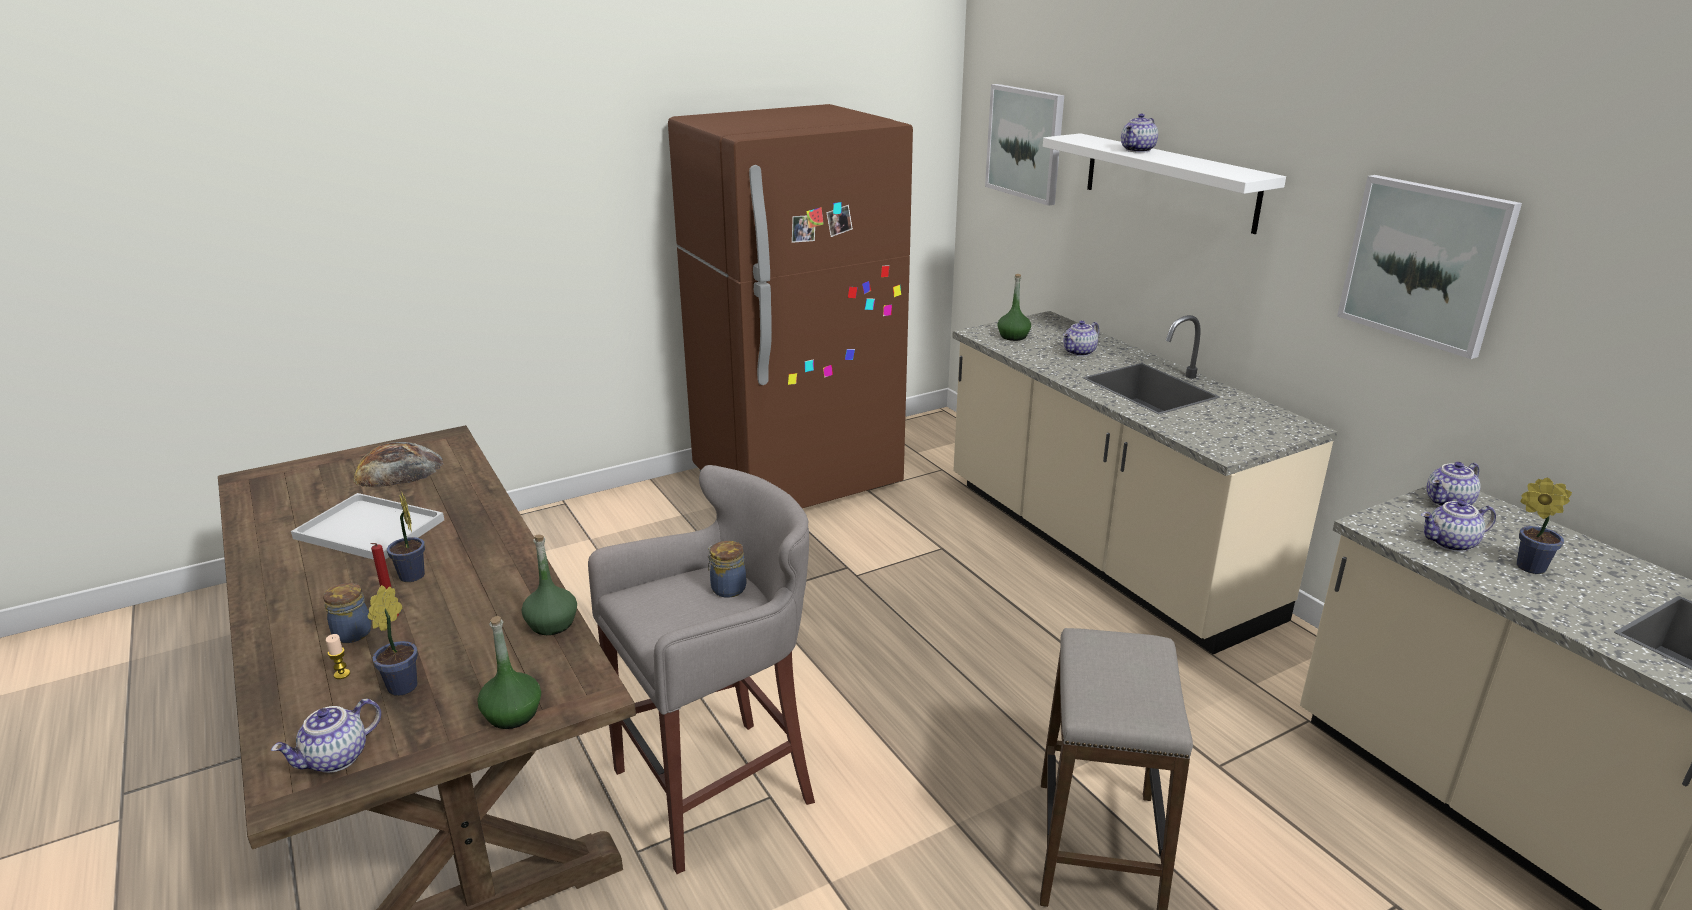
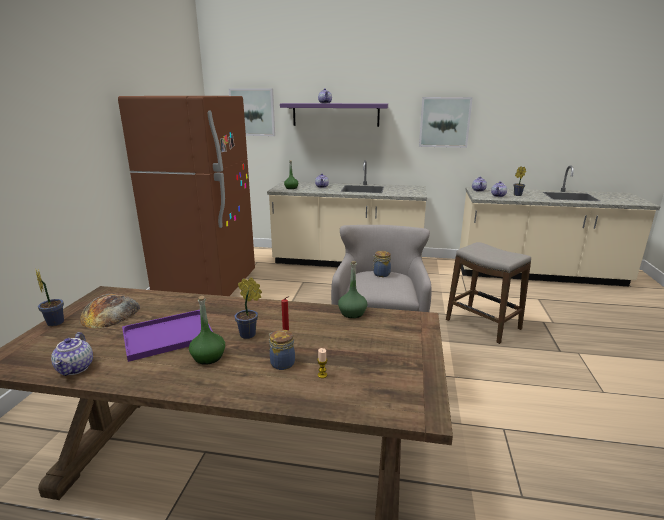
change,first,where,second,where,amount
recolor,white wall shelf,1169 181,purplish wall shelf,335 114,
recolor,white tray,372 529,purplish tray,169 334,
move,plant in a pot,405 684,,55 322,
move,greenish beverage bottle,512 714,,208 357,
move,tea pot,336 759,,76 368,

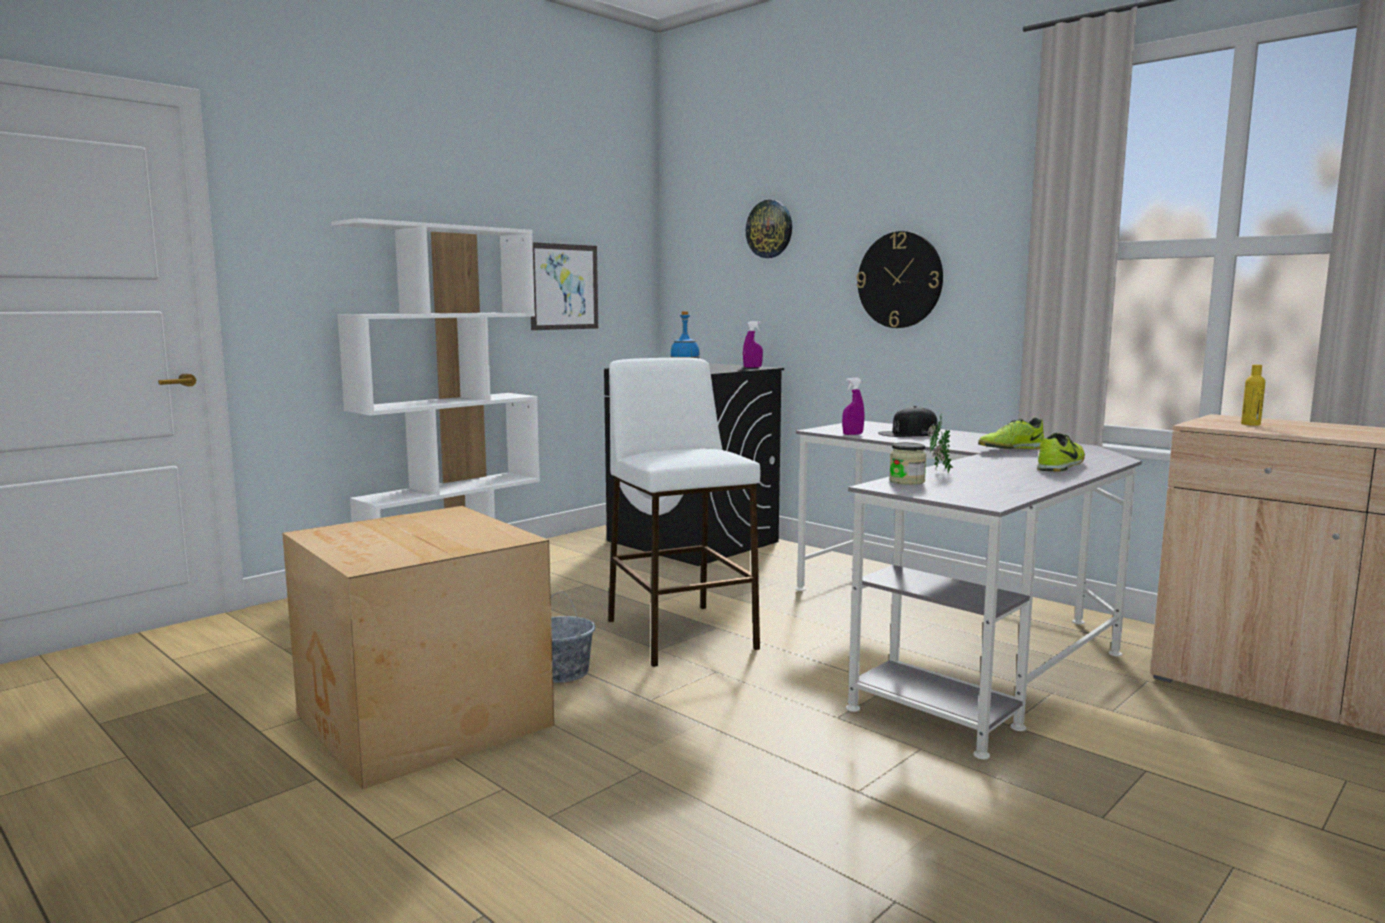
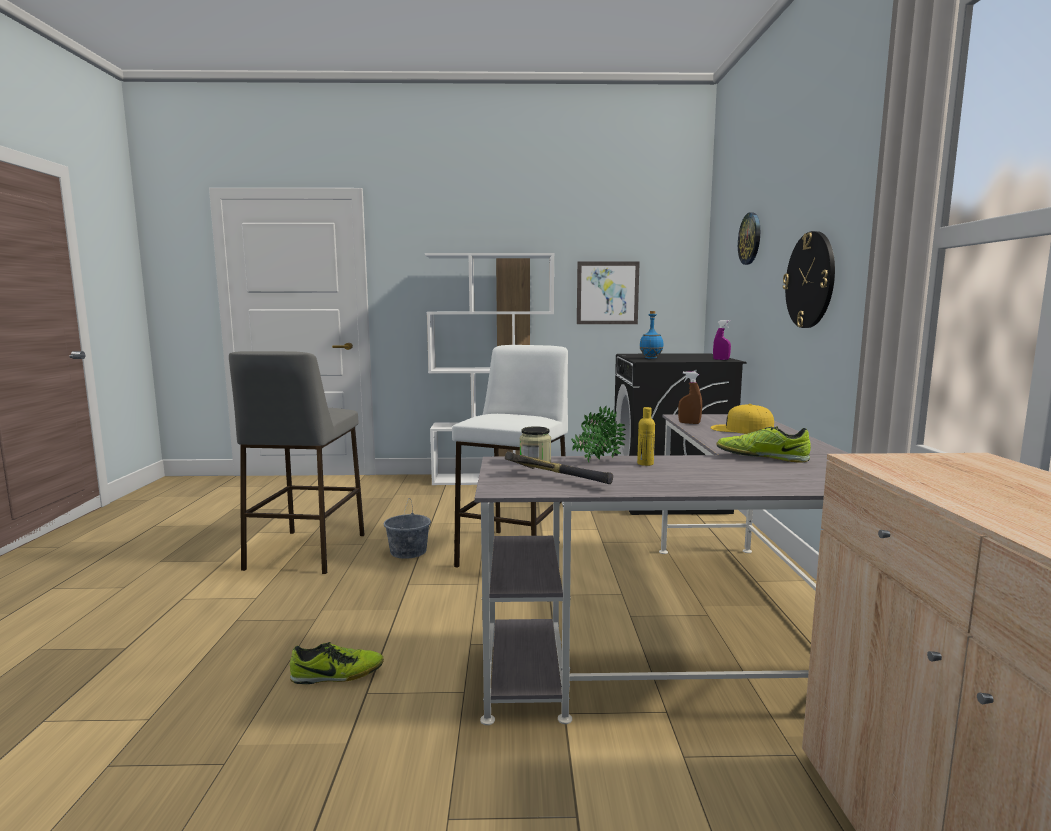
change,first,where,second,where,amount
move,yellow beverage bottle,1250 424,,645 463,
recolor,purplish hand sprayer,852 434,brown hand sprayer,689 423,
recolor,blackish baseball cap,908 433,yellow baseball cap,741 429,
move,item of footwear,1061 465,,337 675,
replace,carton,421 721,gray stool,306 551,
insert,,,hammer,558 478,

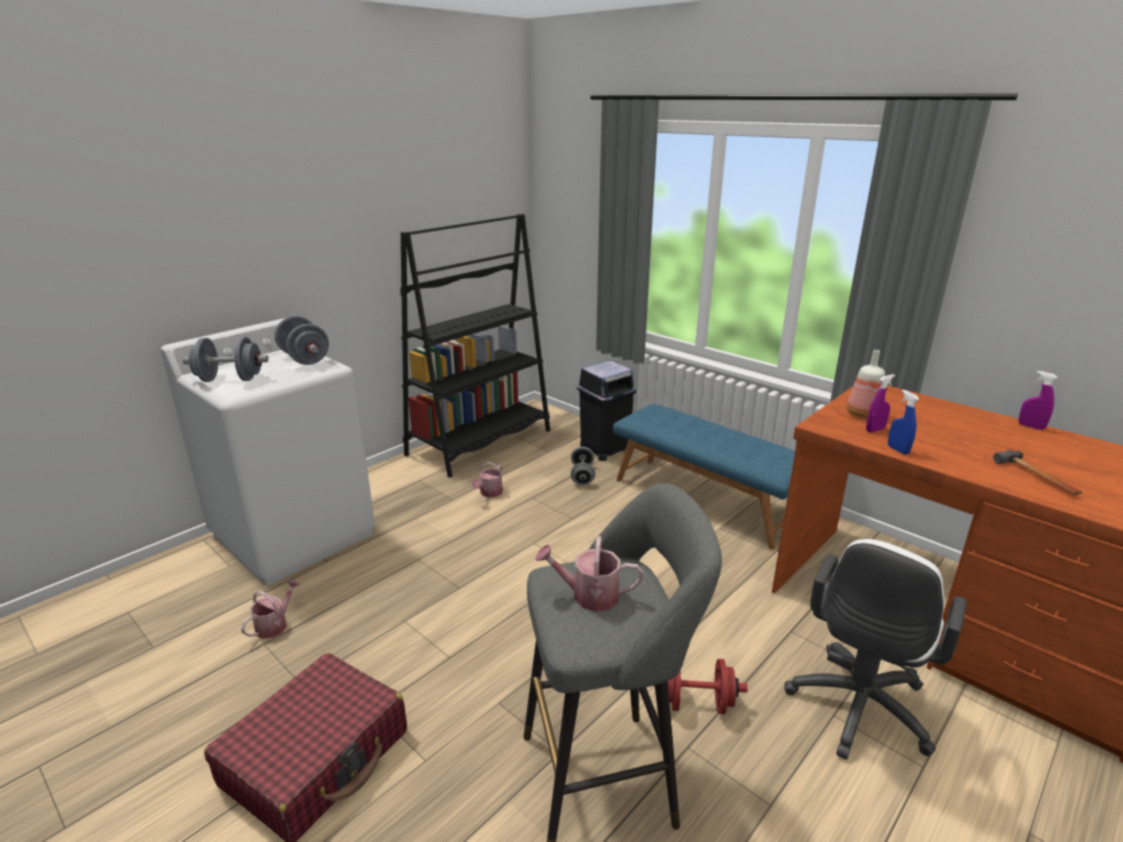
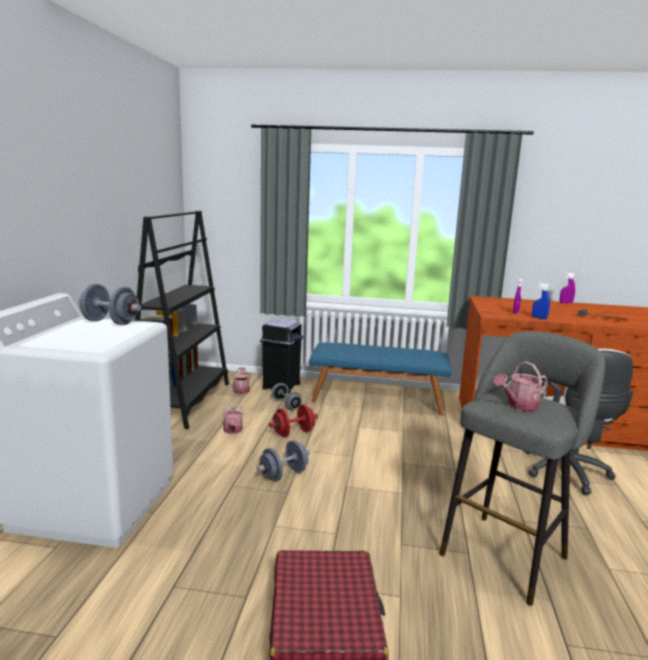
change,first,where,second,where,amount
move,gray free weight,230 379,,283 475,
delete,beverage bottle,862 414,,,
move,watering pot,275 624,,241 390,
move,reddish free weight,696 703,,293 433,

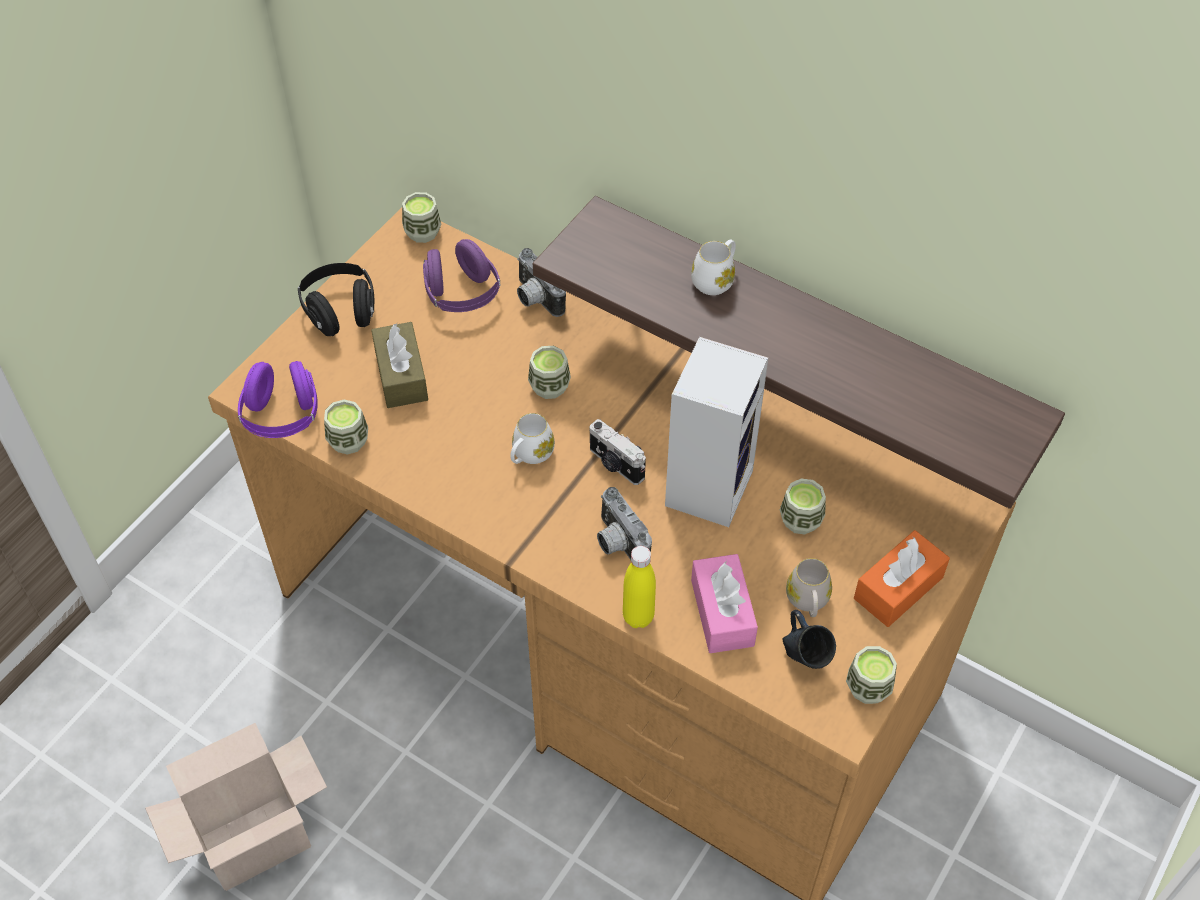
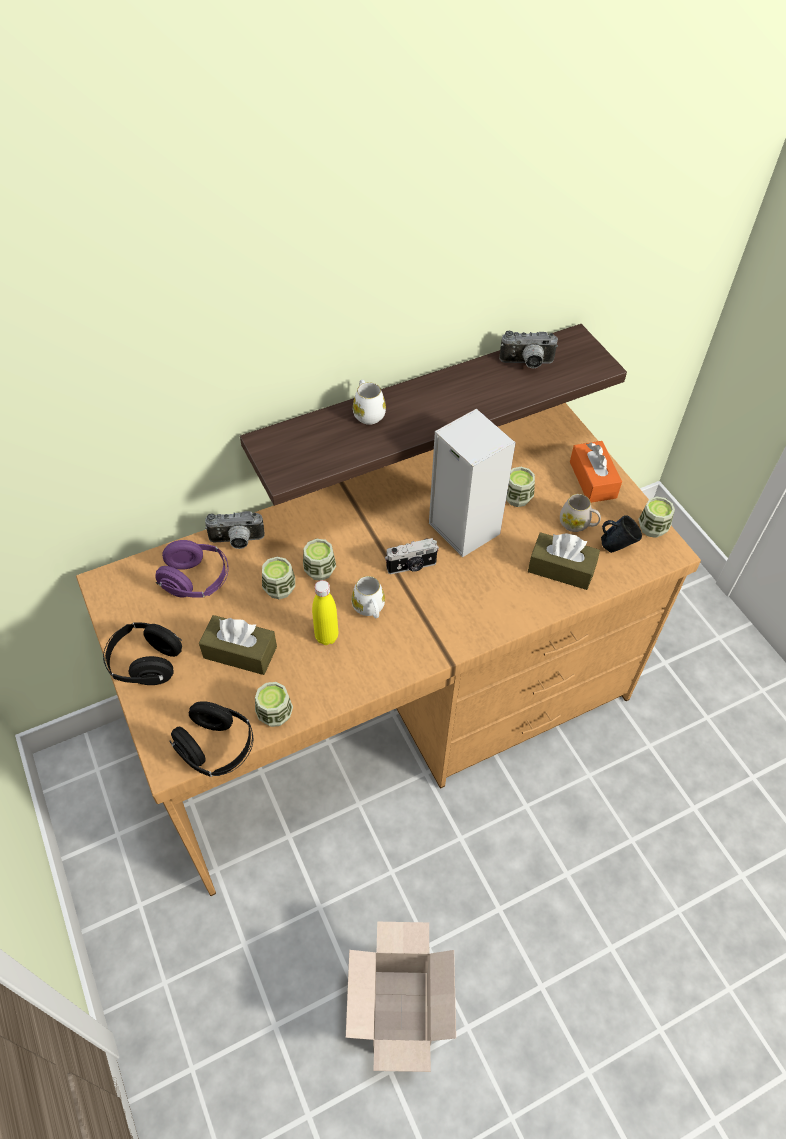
change,first,where,second,where,amount
move,drinking cup,422 232,,279 588,
recolor,purplish headphones,282 416,blackish headphones,217 748,
move,still camera,617 542,,527 364,
move,yellow beverage bottle,638 617,,326 636,
recolor,pink tissue box,722 613,brown tissue box,561 569,

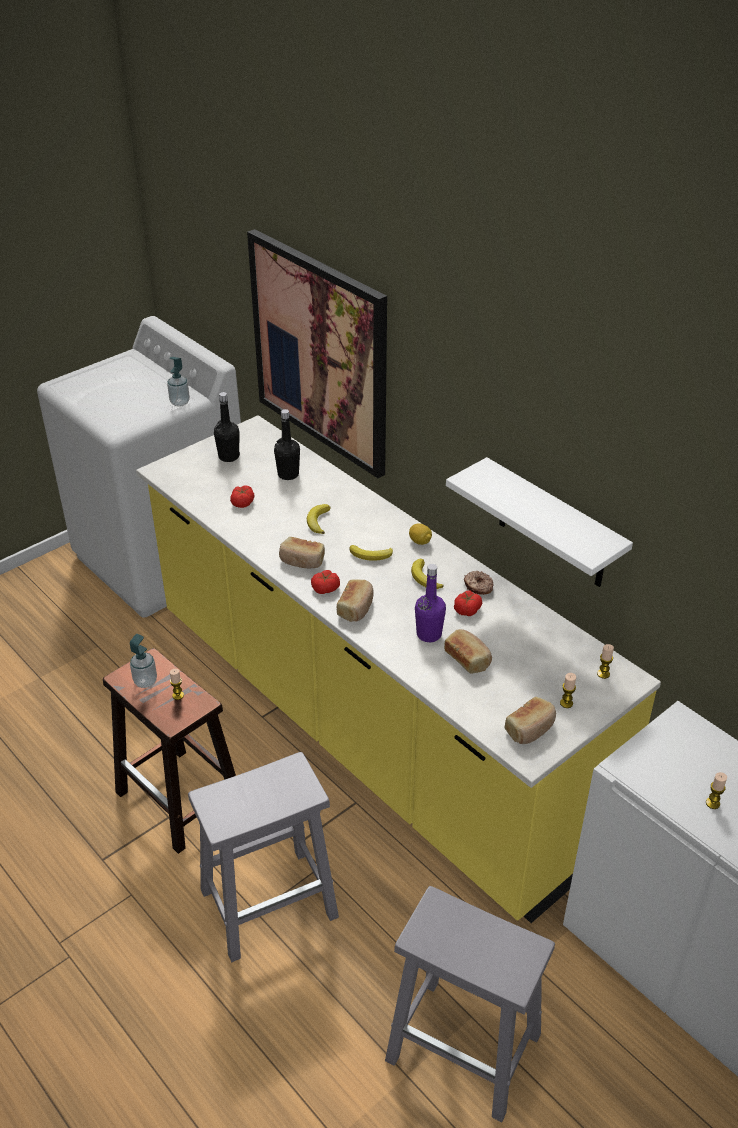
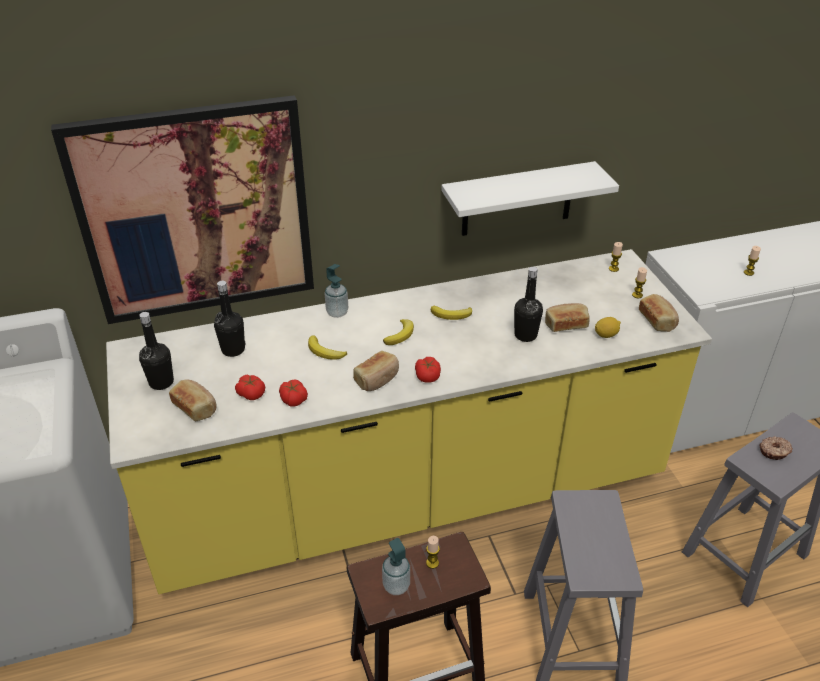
change,first,where,second,where,amount
move,soap bottle,180 402,,337 312,
move,citrus fruit,420 541,,606 335,
recolor,purplish beverage bottle,429 634,blackish beverage bottle,525 335,
move,doughnut,478 587,,774 451,
move,bread,356 608,,195 407,
move,whole tomato,467 609,,293 399,

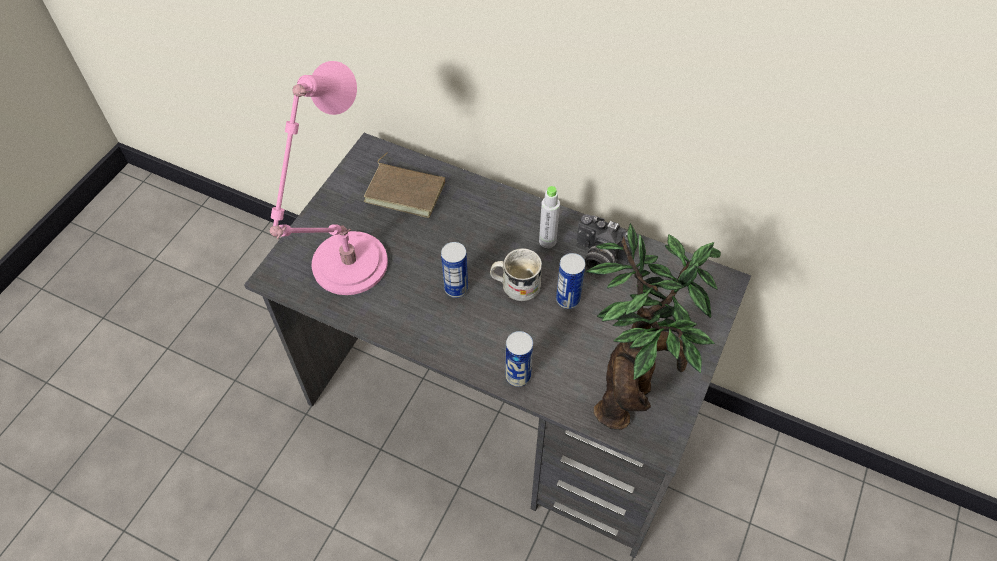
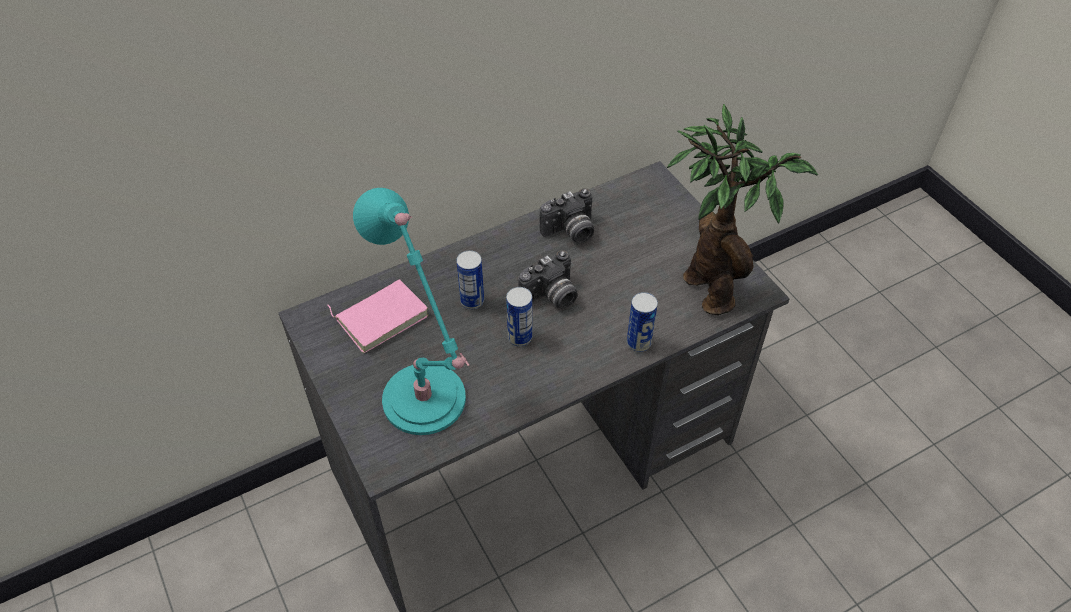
change,first,where,second,where,amount
recolor,pink tabletop lamp,346 268,turquoise tabletop lamp,427 405,
recolor,brown volume,406 191,pink volume,381 316,
delete,gray beverage bottle,547 241,,,
replace,white tea mug,515 285,still camera,551 297,
move,sealed can,567 299,,472 301,

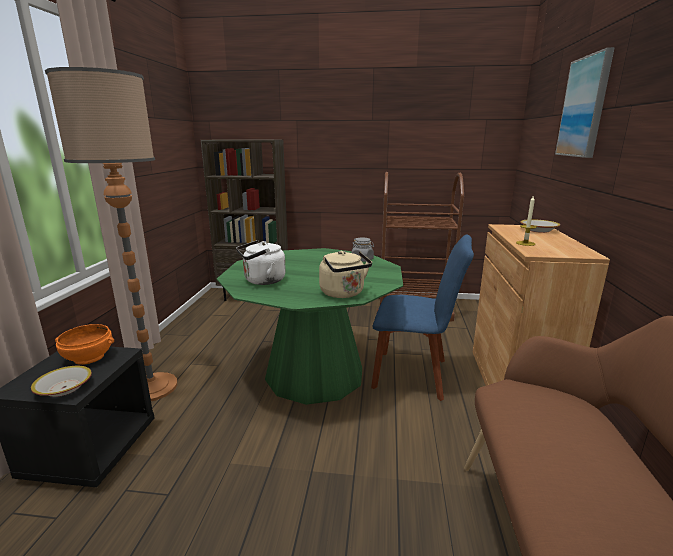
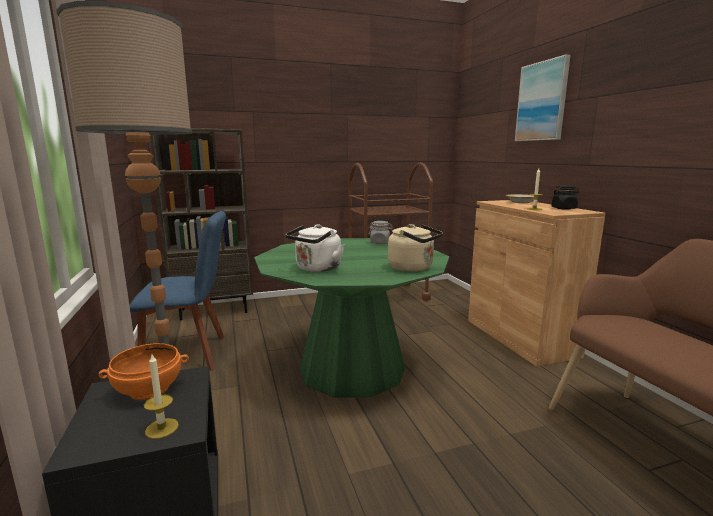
change,first,where,second,where,amount
move,blue-coloured upright chair,415 375,,190 354,
replace,deep dish,64 388,candle,162 428,
insert,,,blackish storage jar,564 208,

